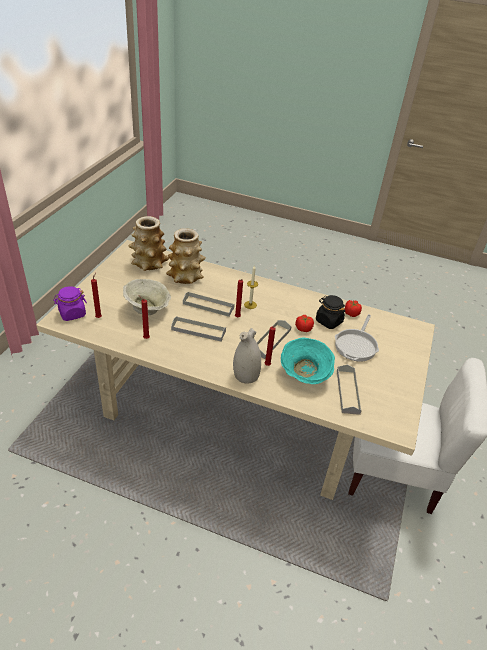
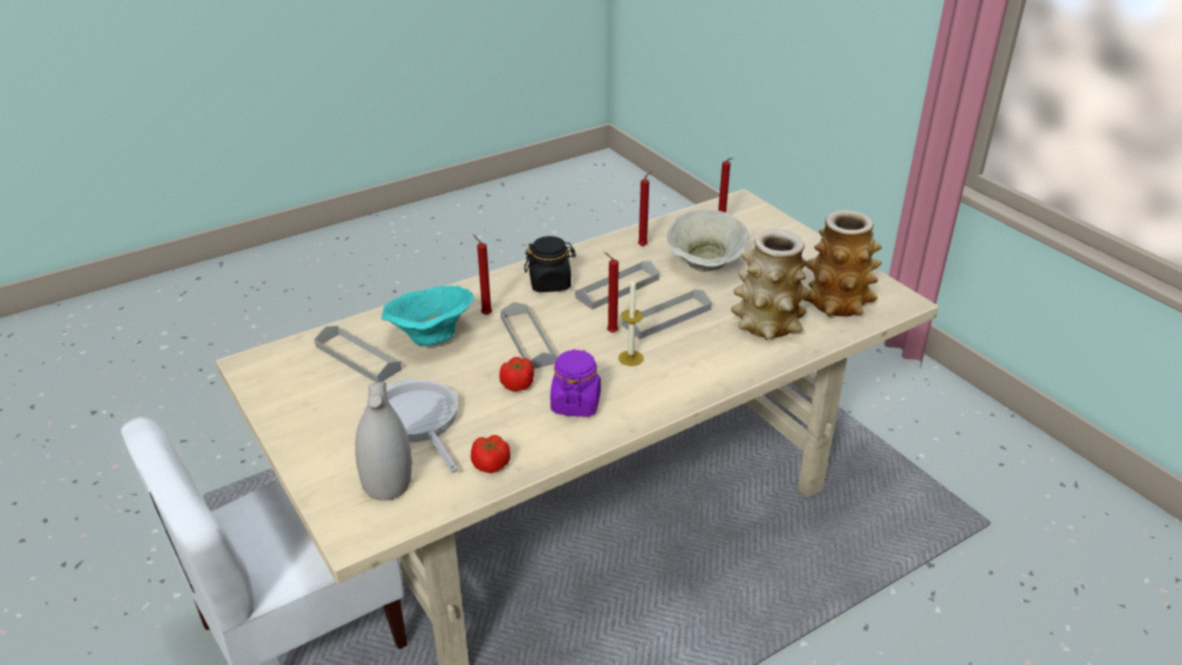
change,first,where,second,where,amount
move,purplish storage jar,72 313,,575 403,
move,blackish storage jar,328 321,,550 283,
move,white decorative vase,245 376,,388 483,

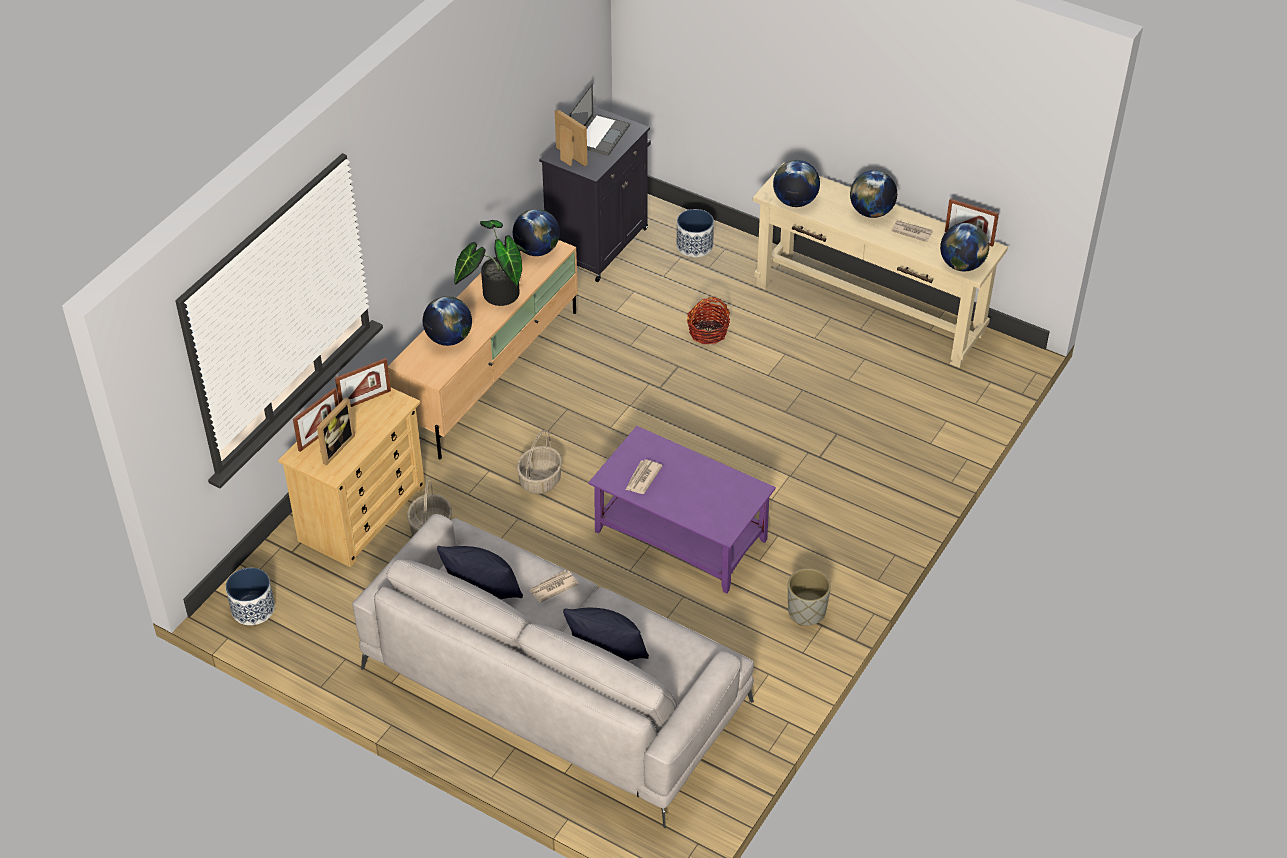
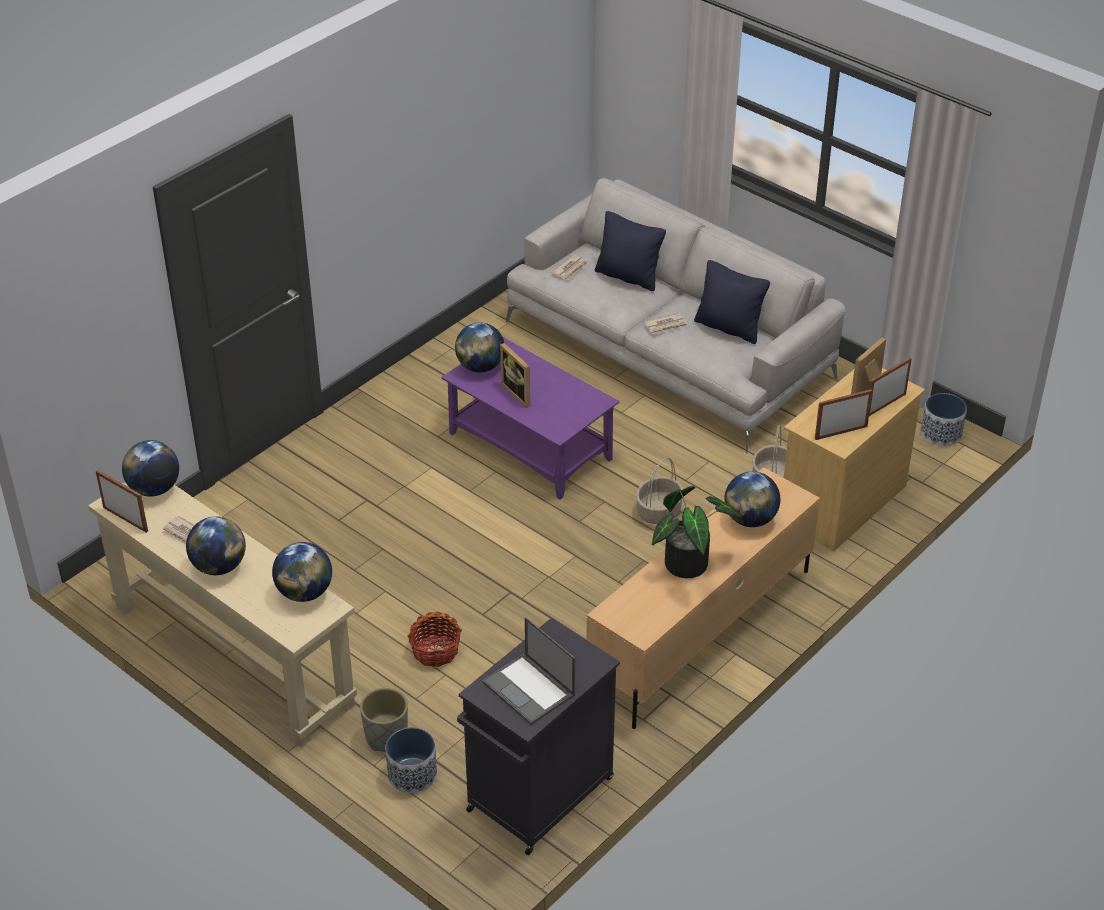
change,first,where,second,where,amount
rotate,laptop,600 134,,529 689,75 degrees counterclockwise
move,standing frame,568 158,,520 393,
move,desk globe,537 250,,480 367,
move,newspaper,642 478,,570 269,
move,gray flower pot,806 612,,386 737,

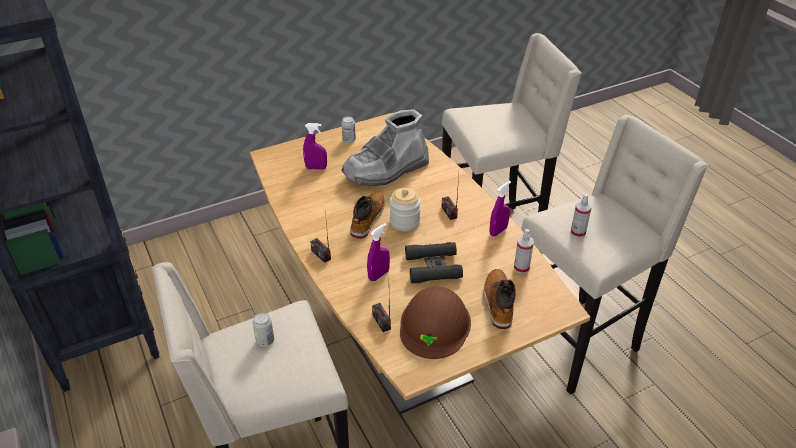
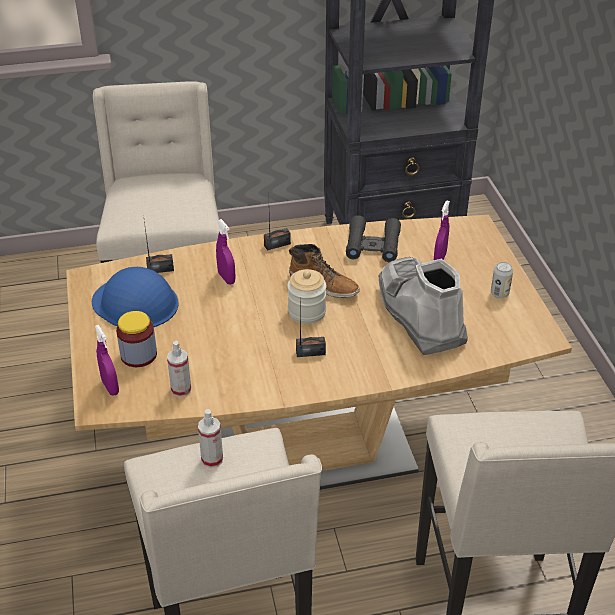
change,first,where,second,where,amount
move,purplish hand sprayer,498 231,,110 387,
move,blackish field glasses,433 267,,373 245,
replace,boot,497 302,storage jar,139 355,
recolor,brown safety helmet,435 325,blue-coloured safety helmet,135 303,
delete,sealed can,265 341,,,

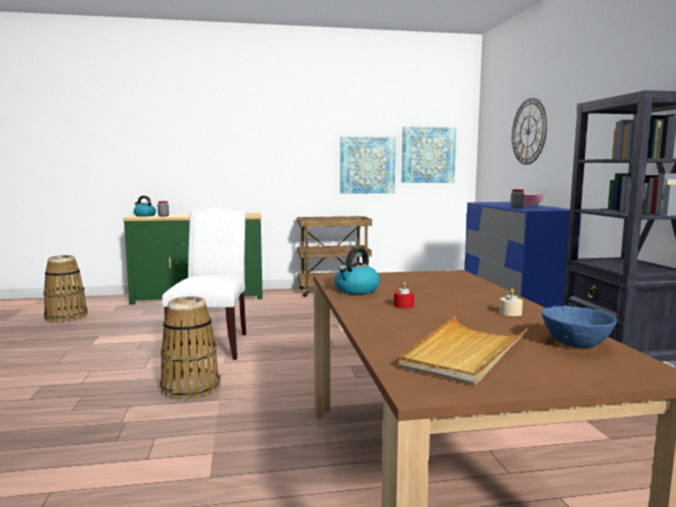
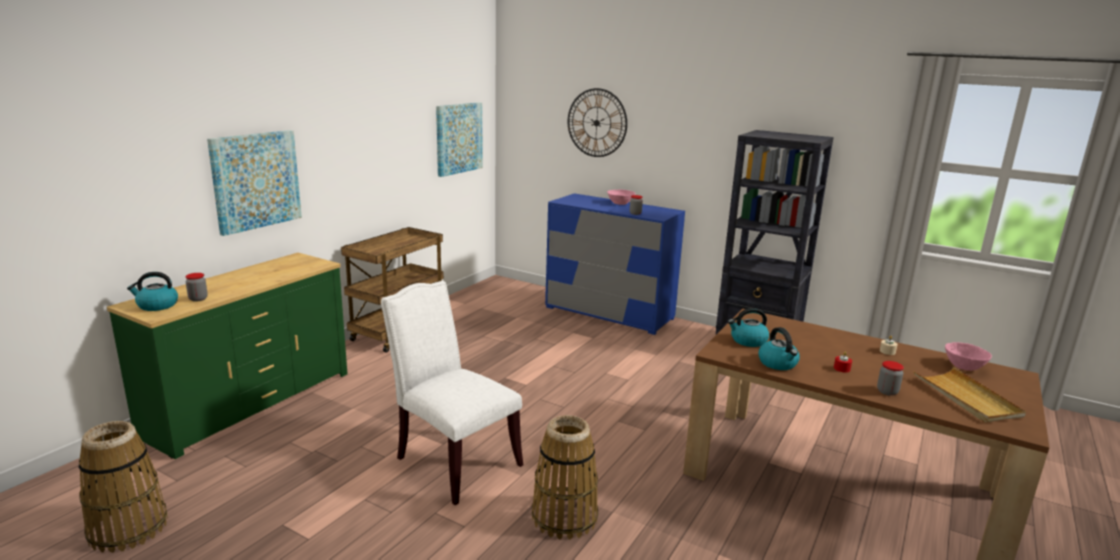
change,first,where,second,where,amount
move,wall art,367 165,,256 180,
recolor,blue-coloured deep dish,576 344,pink deep dish,964 367,
insert,,,kettle,748 341,
insert,,,storage jar,887 391,

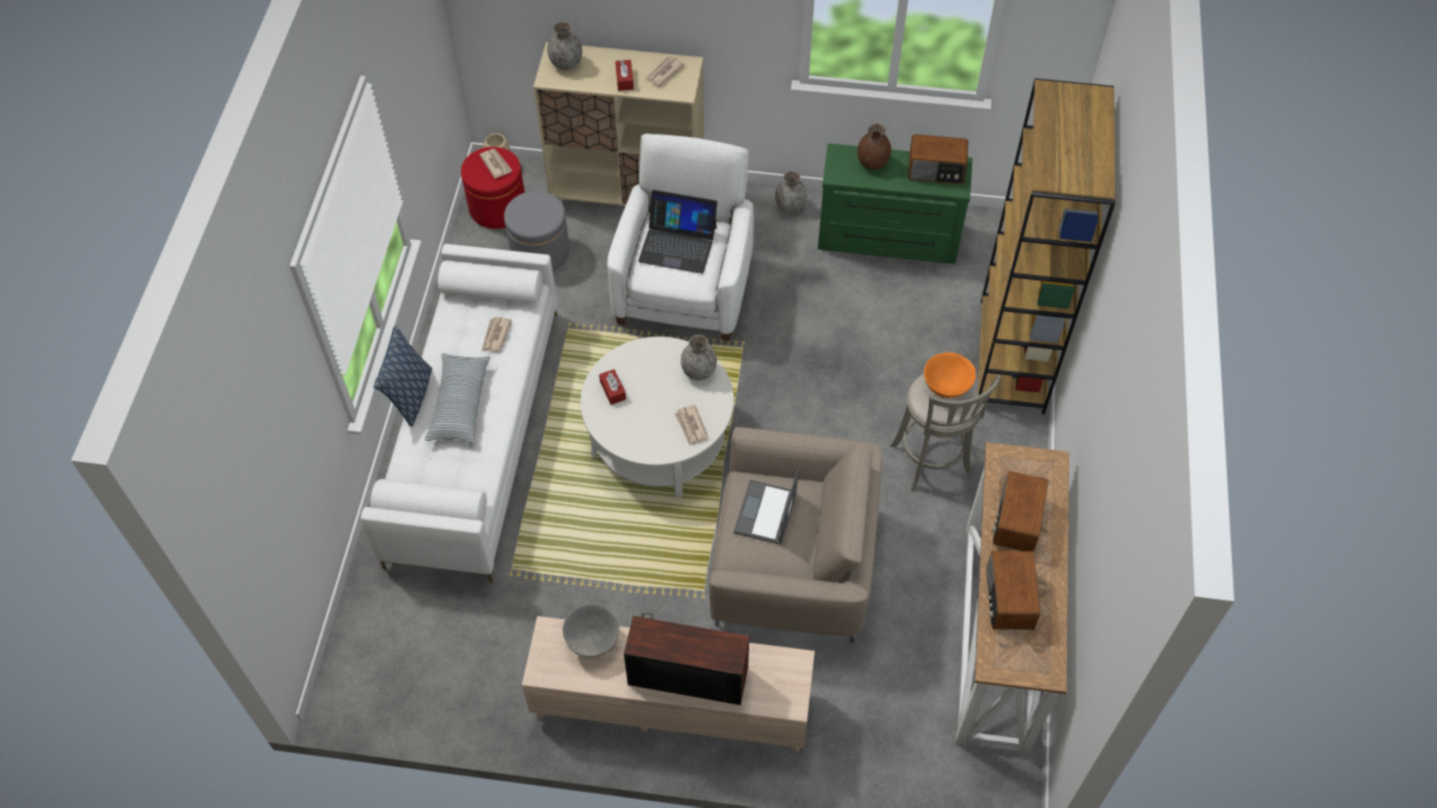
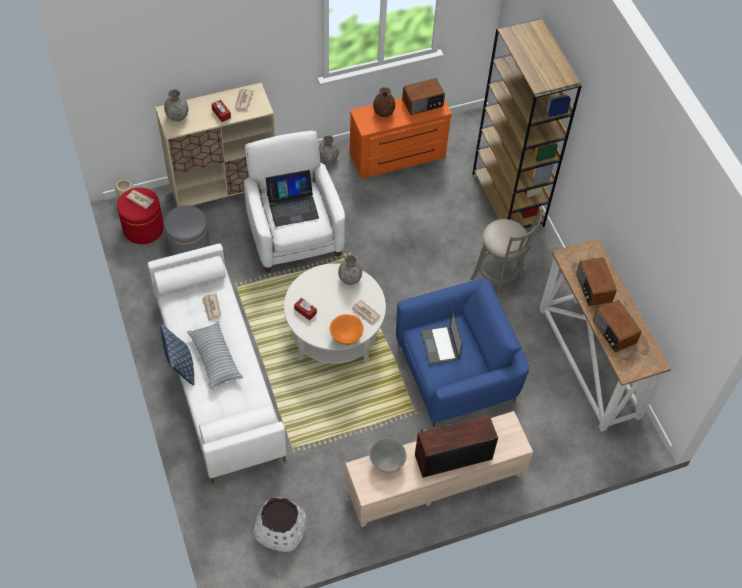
change,first,where,second,where,amount
recolor,greenish chest of drawers,888 239,orange chest of drawers,398 157,
move,orange deep dish,946 387,,346 337,
recolor,beige-coloured lounge chair,793 565,blue-coloured lounge chair,456 372,
insert,,,white flower pot,280 528,

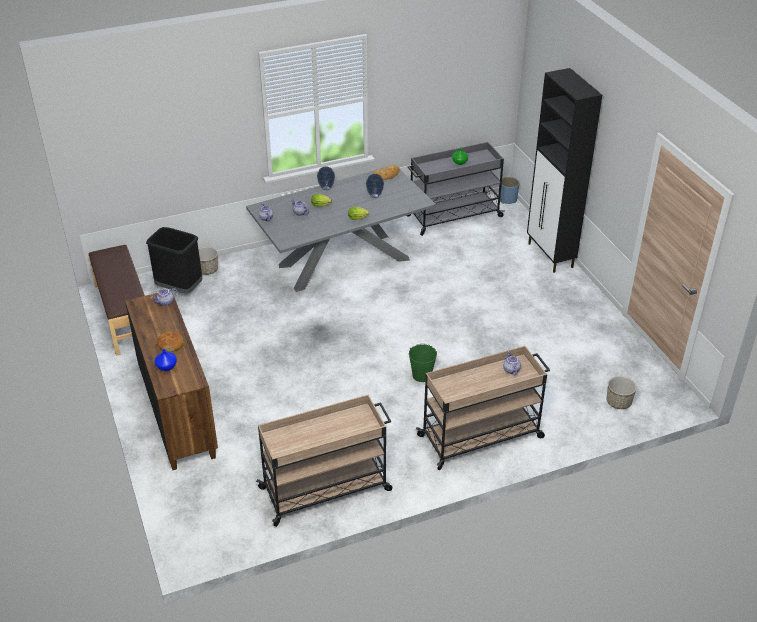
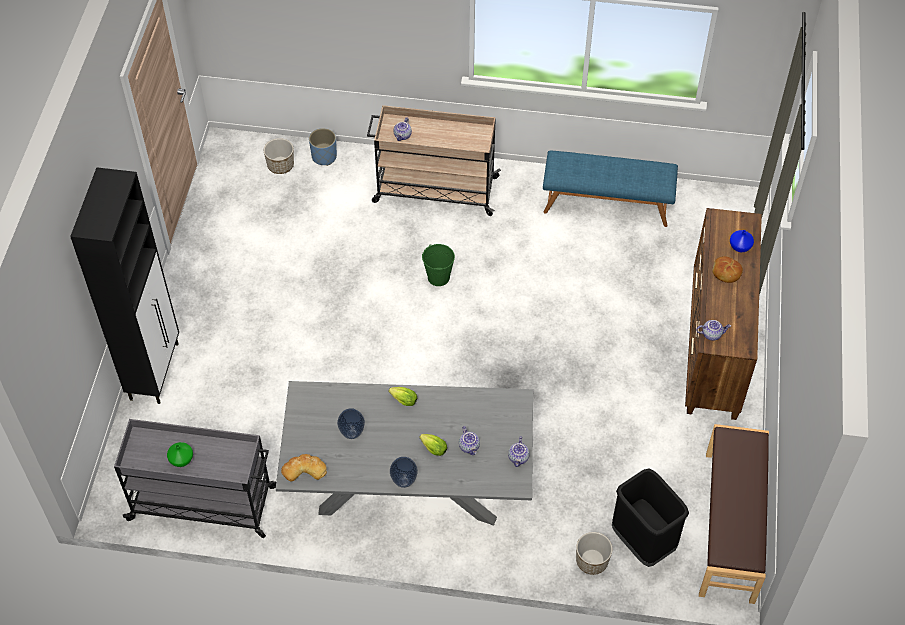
change,first,where,second,where,amount
move,blue-coloured flower pot,507 199,,324 157,
replace,beige-coloured wheeled cart,326 489,blue-coloured long seat,607 203,

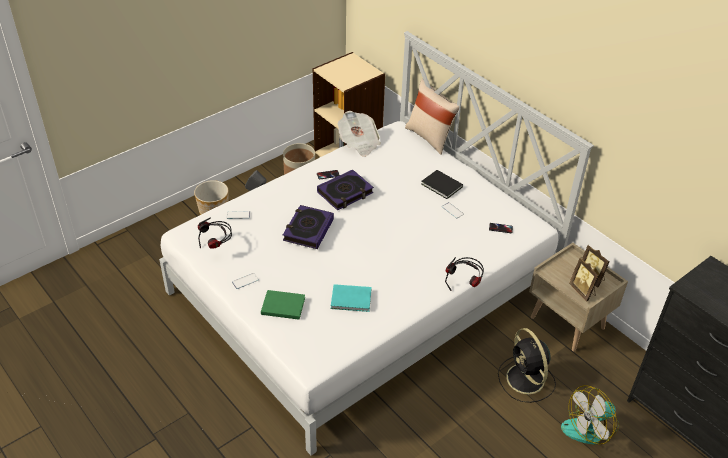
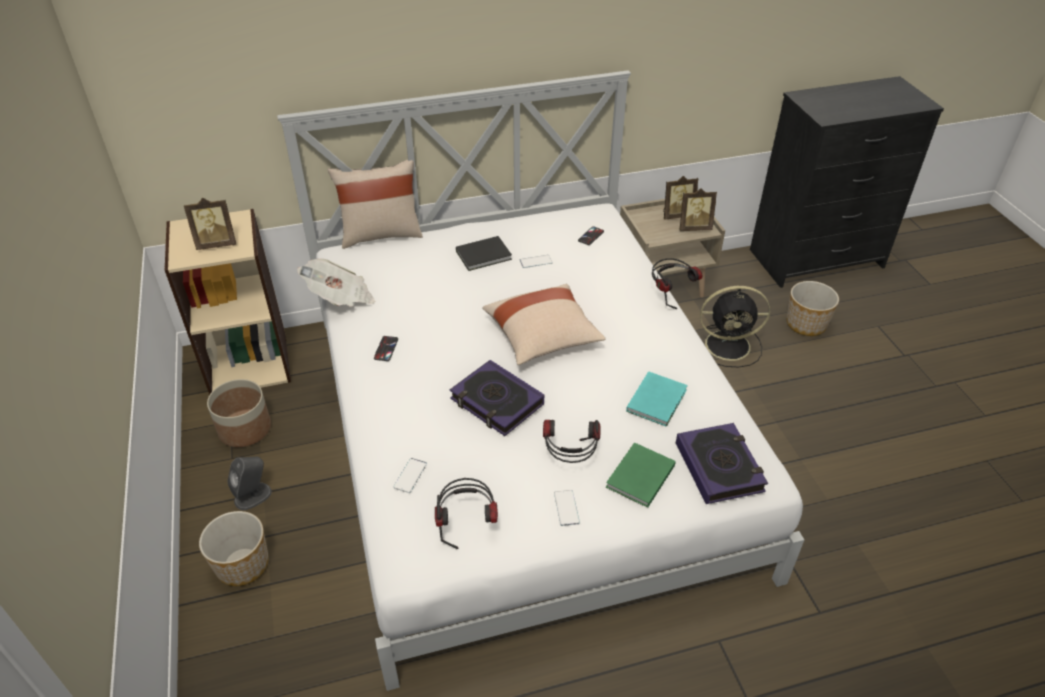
change,first,where,second,where,amount
move,volume,345 193,,719 467,
replace,electric fan,590 427,flower pot,806 324,
insert,,,standing frame,217 244,
insert,,,beige-coloured throw pillow,543 337,
insert,,,headphones,570 459,

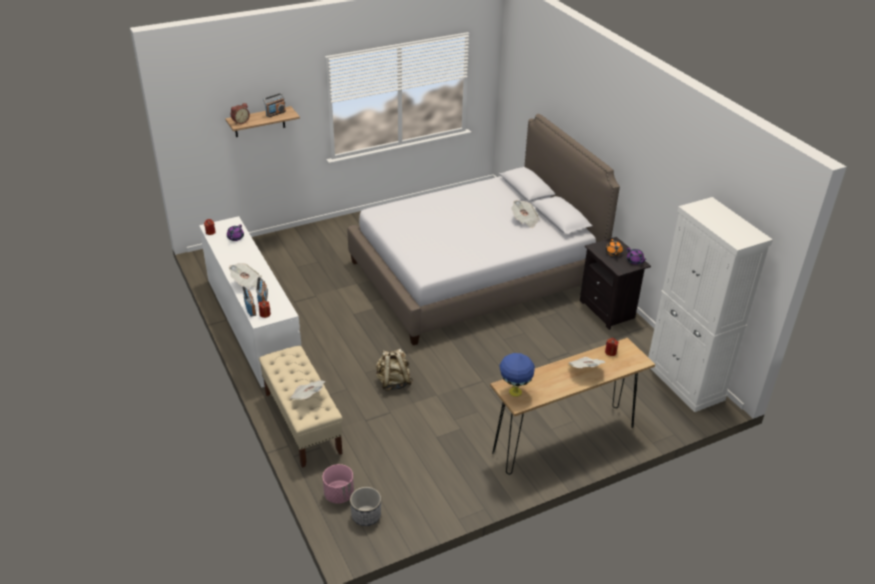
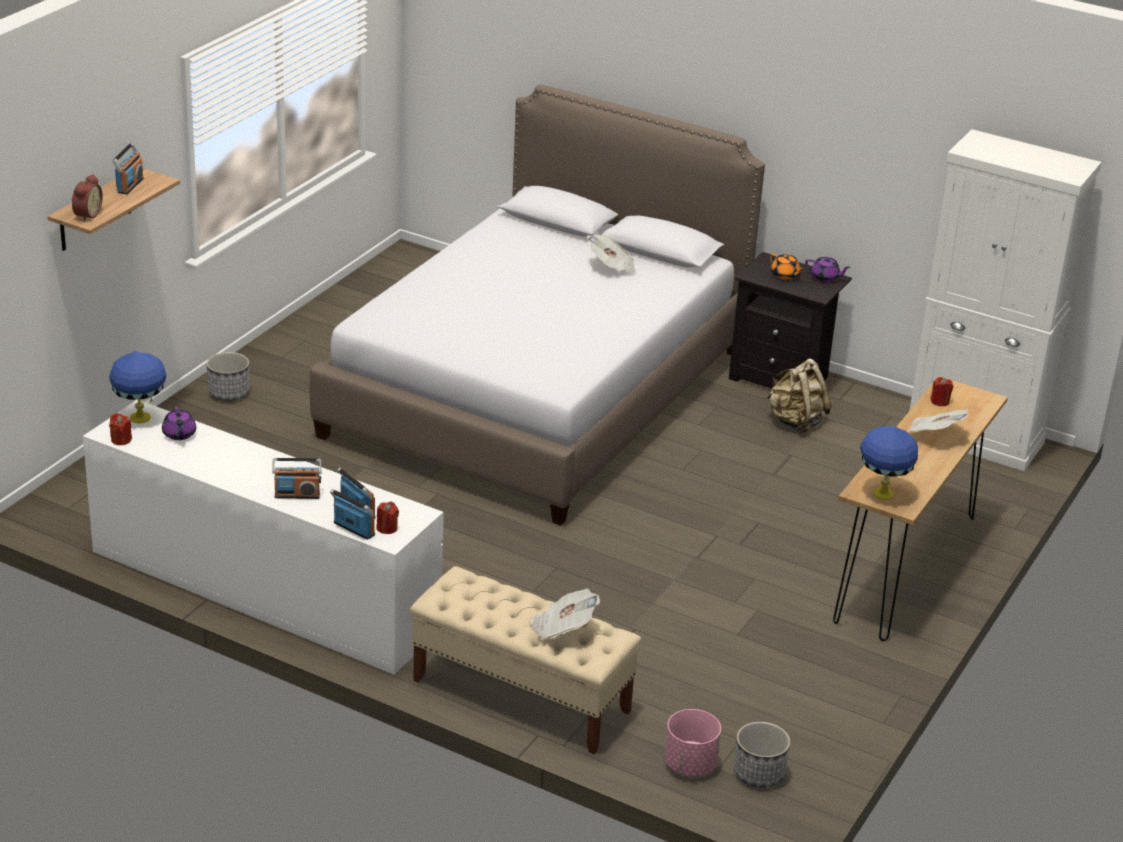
change,first,where,second,where,amount
replace,newspaper,247 283,radio set,297 495,
move,beige-coloured knapsack,393 382,,795 422,
insert,,,blue-coloured tabletop lamp,141 418,
insert,,,flower pot,229 393,

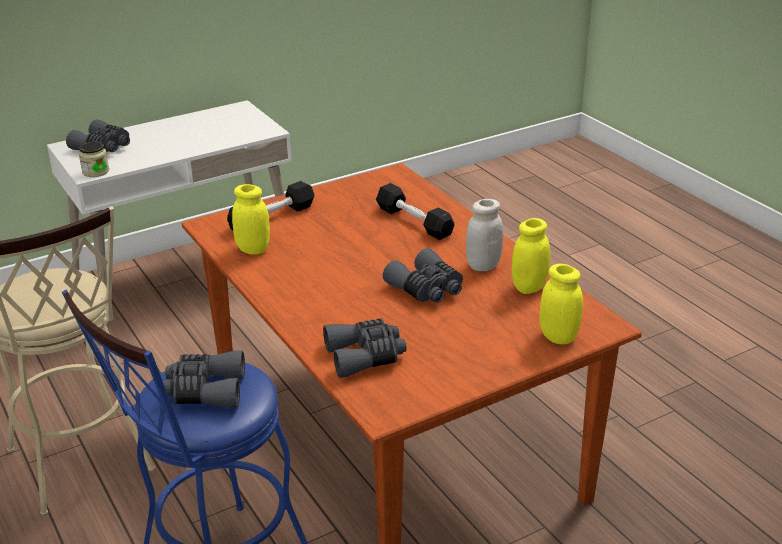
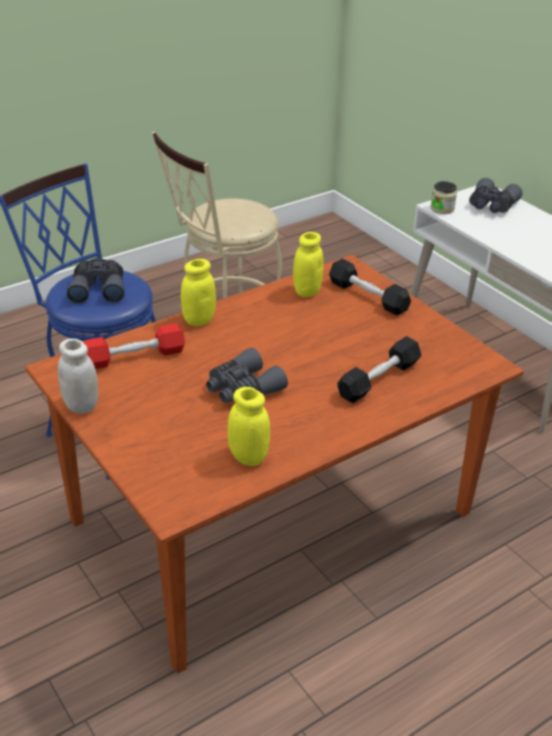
change,first,where,second,where,amount
move,white storage jar,483 265,,81 405,
move,yellow storage jar,558 337,,199 320,
replace,gray field glasses,365 356,reddish free weight,134 357,

